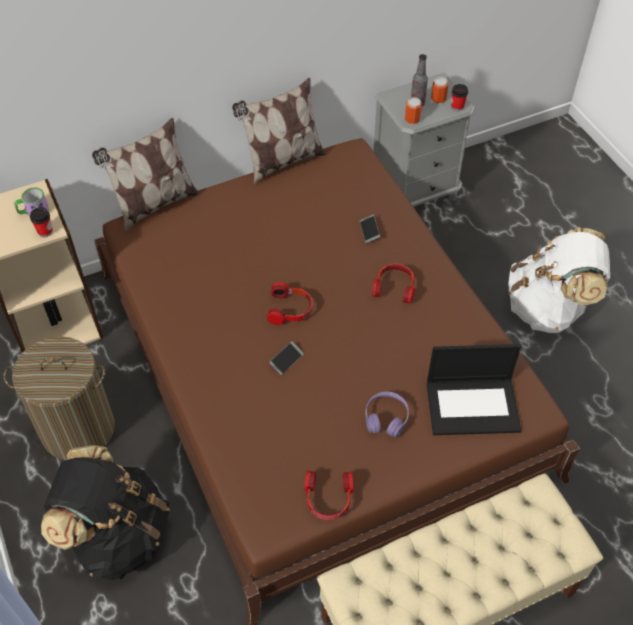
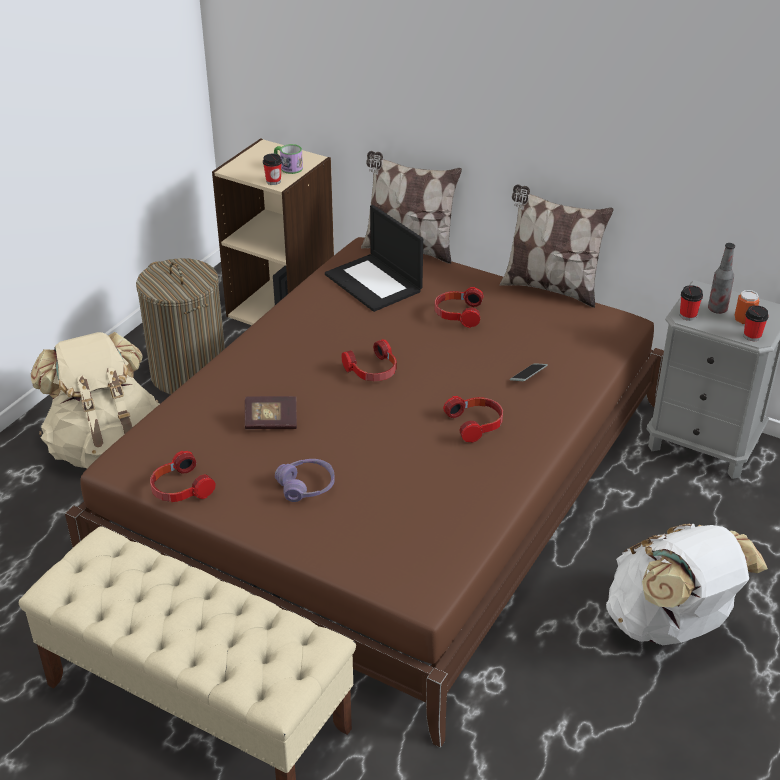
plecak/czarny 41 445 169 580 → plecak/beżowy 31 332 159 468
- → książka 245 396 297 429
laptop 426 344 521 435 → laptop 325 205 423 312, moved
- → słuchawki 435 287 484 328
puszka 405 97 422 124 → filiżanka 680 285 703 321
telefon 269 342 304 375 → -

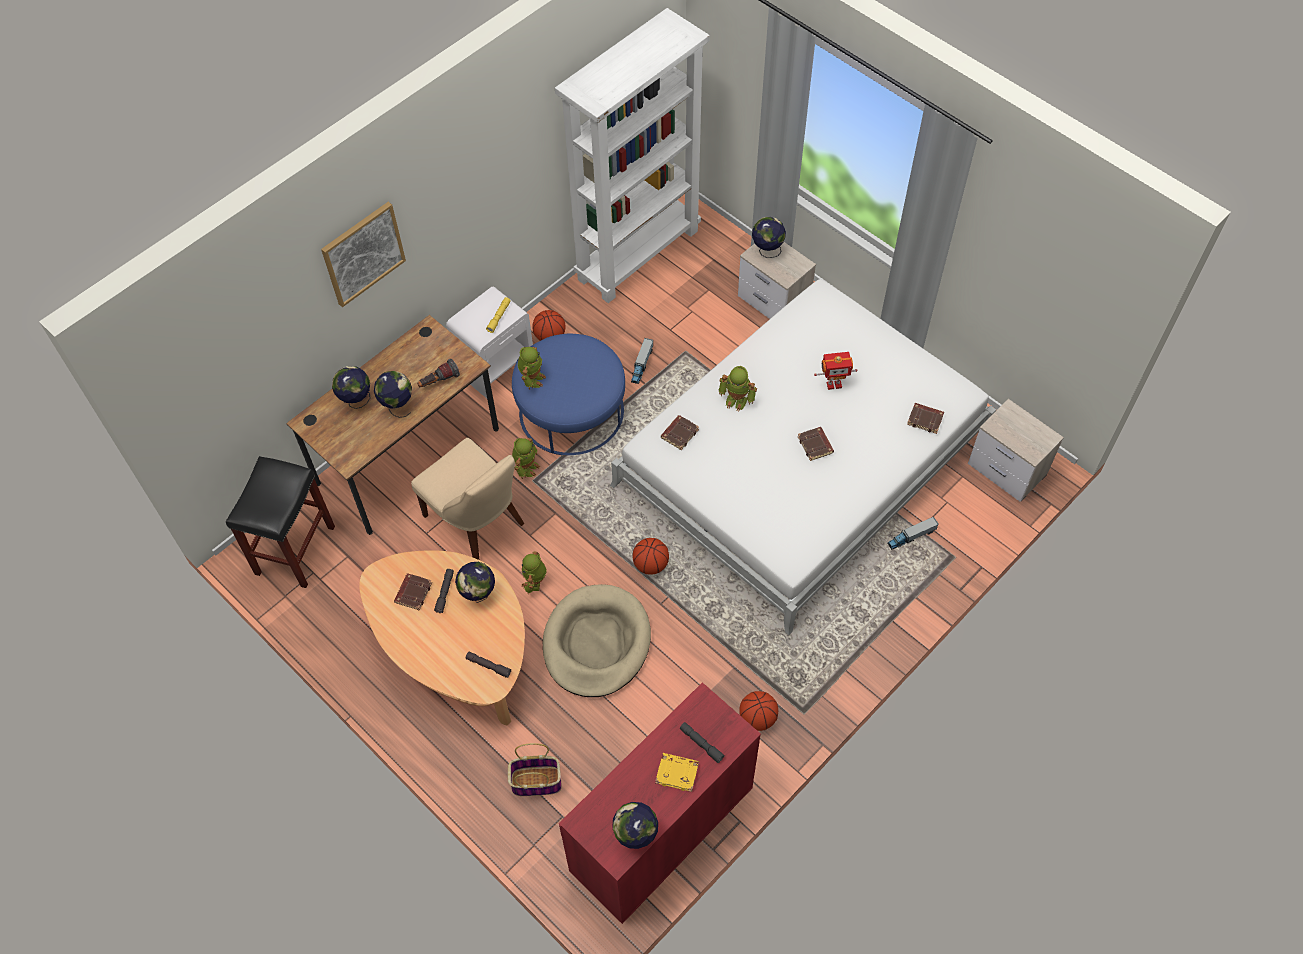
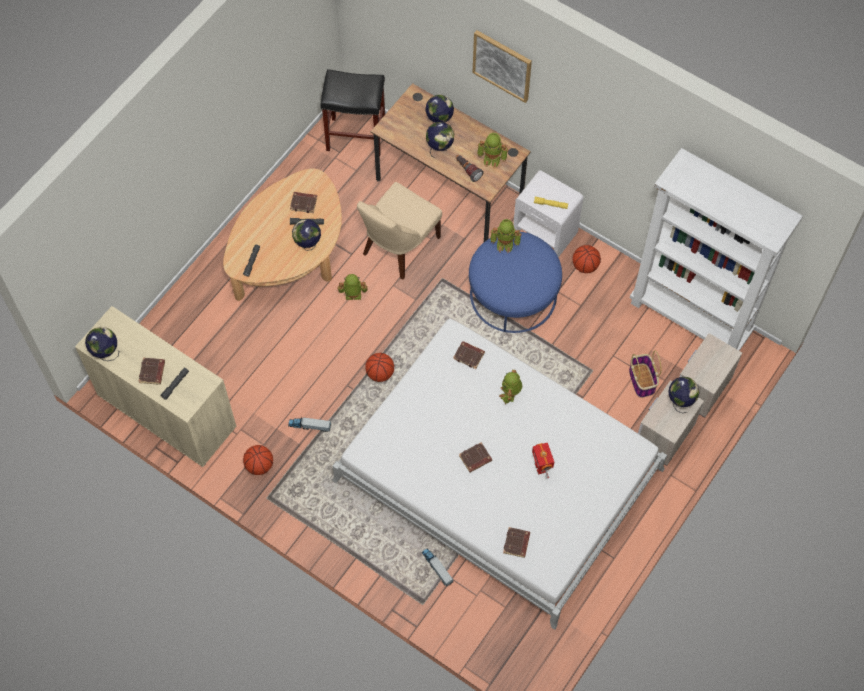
szafka/czerwony 559 682 761 924 → szafka/beżowy 75 306 236 467
książka/żółty 655 753 699 792 → książka/brązowy 139 358 165 385
ciężarówka zabawkowa 631 338 653 384 → ciężarówka zabawkowa 288 417 331 432, moved
robot zabawkowy 512 438 540 479 → robot zabawkowy 477 133 508 168, moved
koszyk 508 743 562 796 → koszyk 629 350 662 398, moved
szafka nocna 968 399 1064 502 → szafka nocna 680 333 742 418, moved
legowisko/beżowy 543 584 651 697 → -

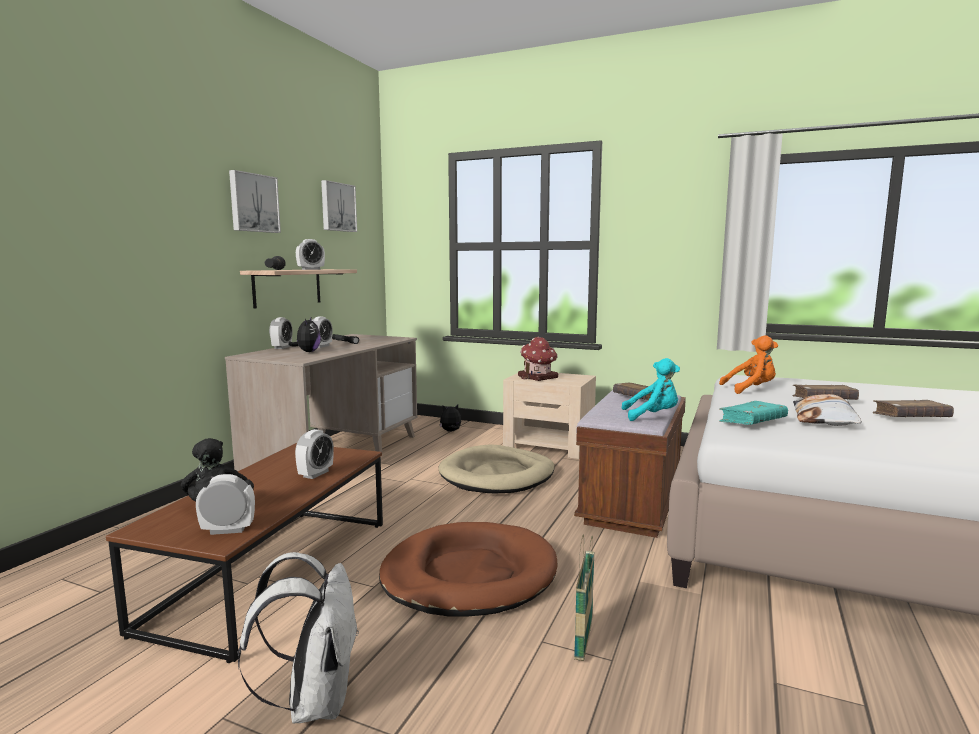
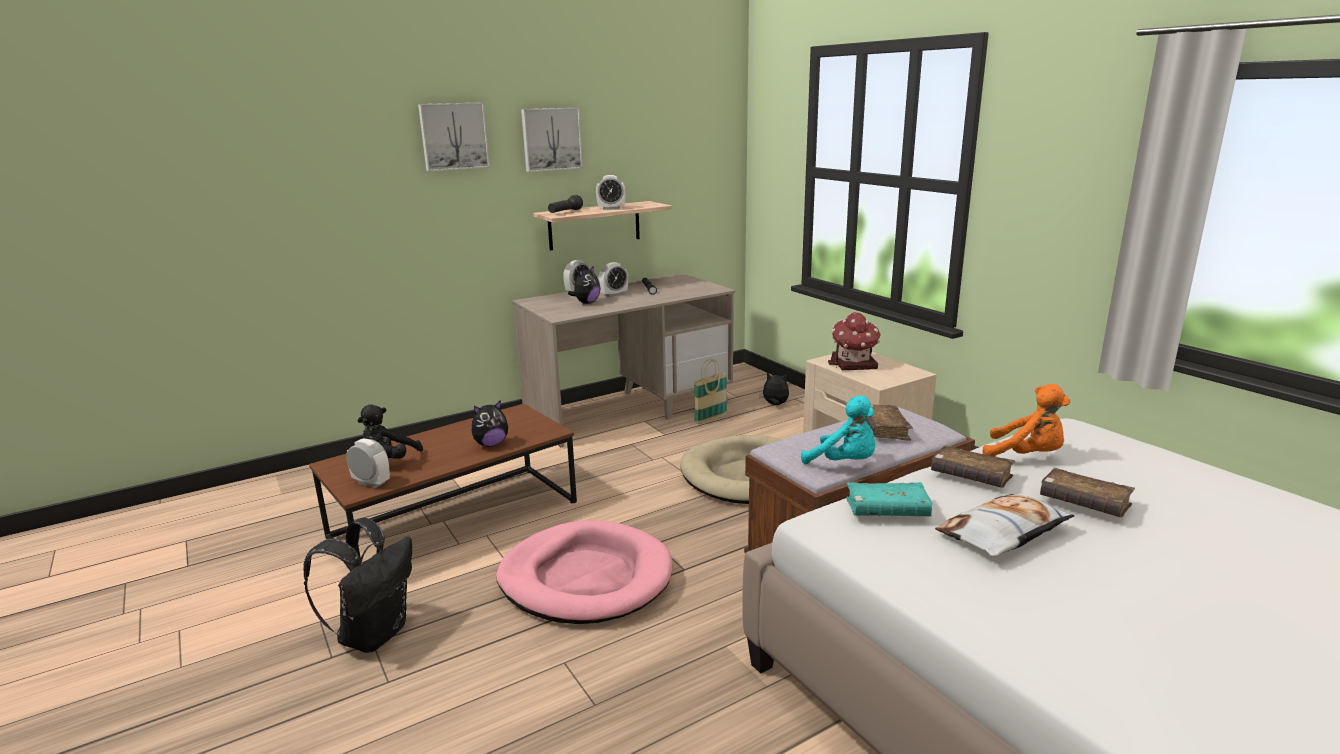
plecak/biały 238 552 359 723 → plecak/czarny 303 518 412 653
obraz 321 180 357 232 → obraz 418 102 490 172, moved
budzik 295 429 334 479 → pluszak 472 400 508 447
legowisko/brązowy 379 522 557 617 → legowisko/różowy 496 520 672 624
koszyk 574 534 595 661 → koszyk 693 359 727 424, moved
książka/brązowy 873 400 954 417 → książka/brązowy 931 445 1015 488, moved

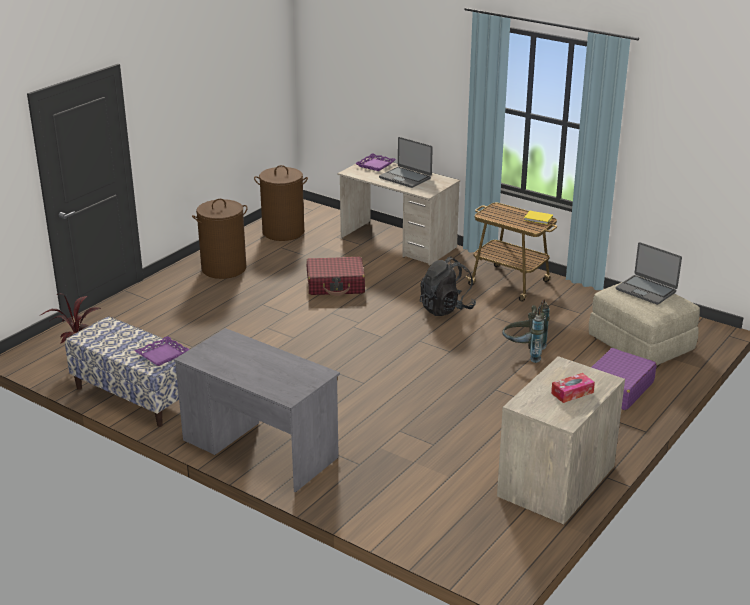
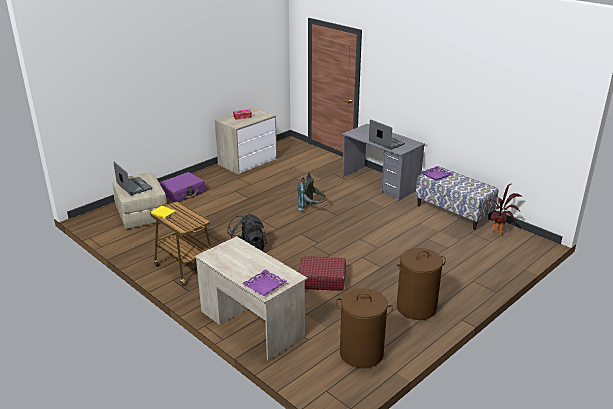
plecak/szary 502 300 550 363 → plecak/szary 298 173 326 211, moved
laptop 379 137 433 188 → laptop 369 119 405 150, moved

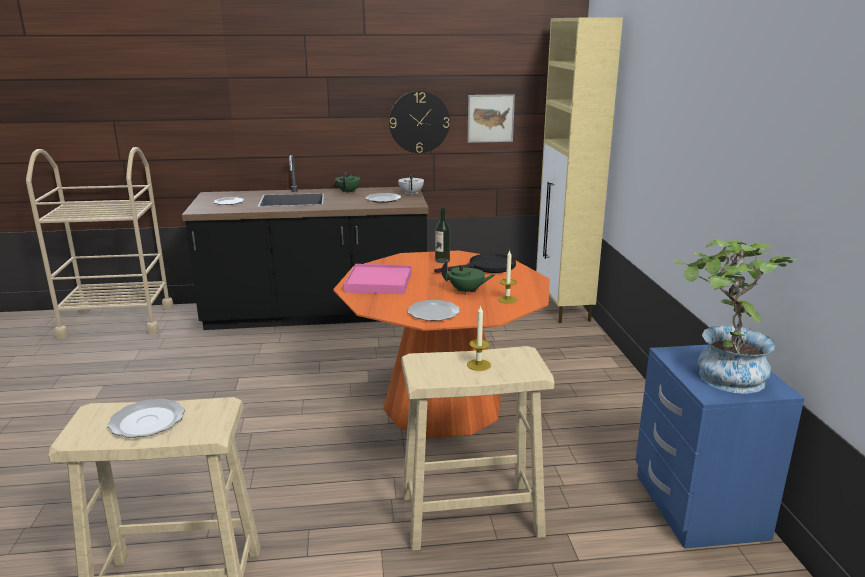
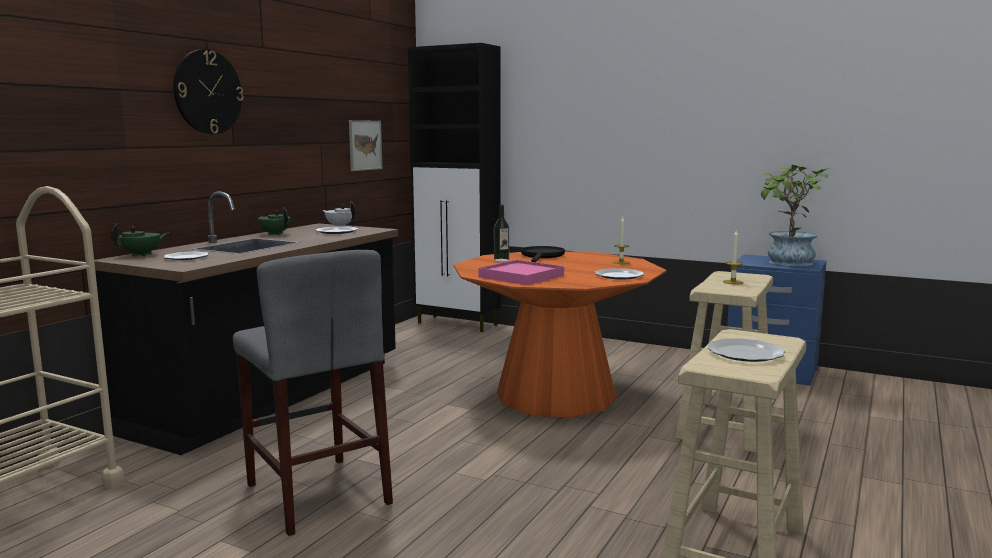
imbryk/zielony 442 260 495 295 → imbryk/zielony 111 224 169 256, moved
zegar ścienny 389 91 450 153 → zegar ścienny 173 49 244 134, moved
- → stołek/szary 233 250 393 536
szafka/beżowy 536 18 623 323 → szafka/czarny 408 43 501 332

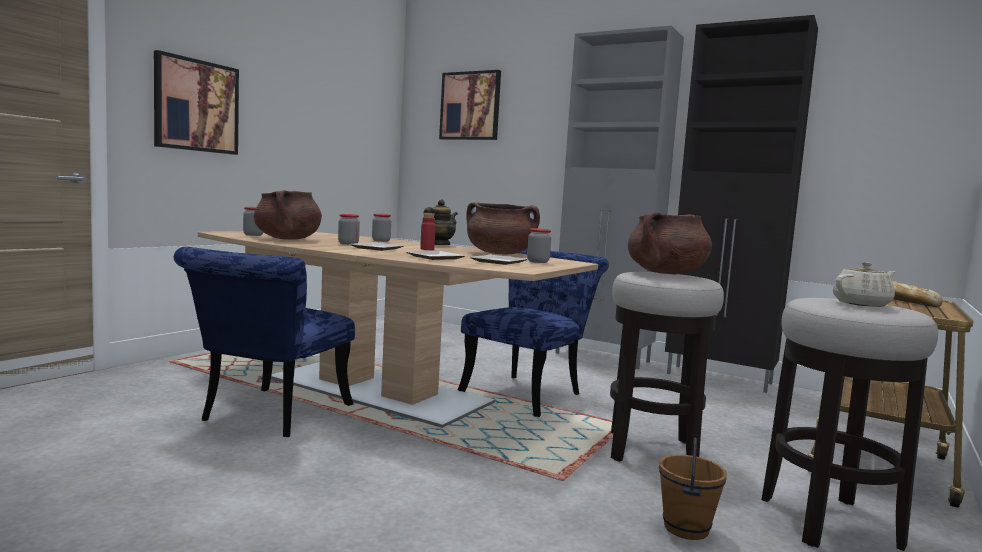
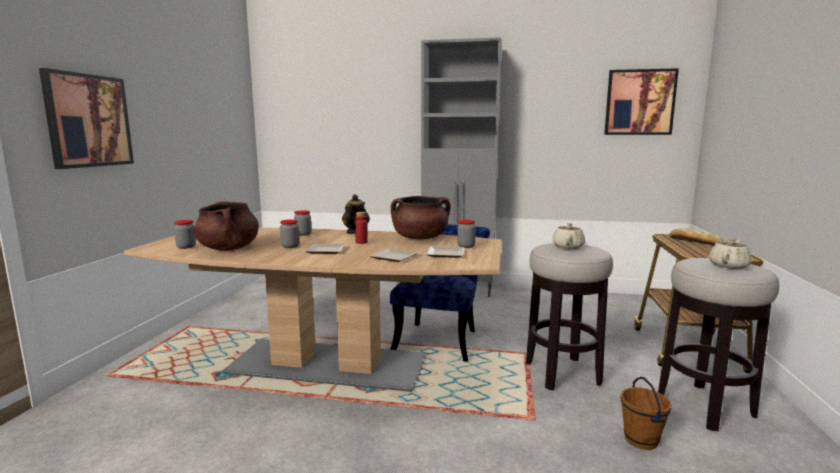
garnek/brązowy 628 212 712 274 → imbryk/beżowy 552 223 585 249
obraz 439 70 501 140 → obraz 604 68 679 135, moved
krzesło/niebieski 174 247 355 437 → -
szafka/czarny 665 15 818 393 → -

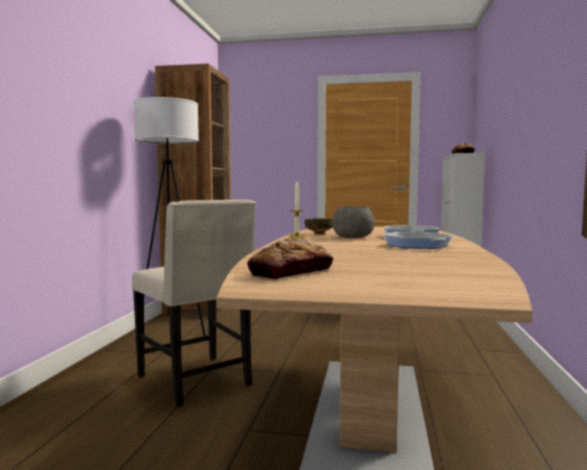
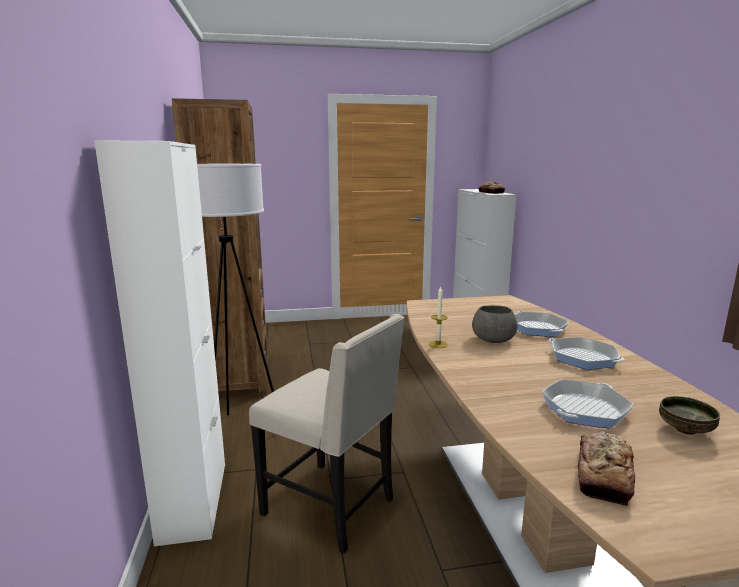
- → szafka/biały 94 140 225 546
- → patelnia 542 379 634 428
miska 305 218 333 234 → miska 659 396 720 435, moved

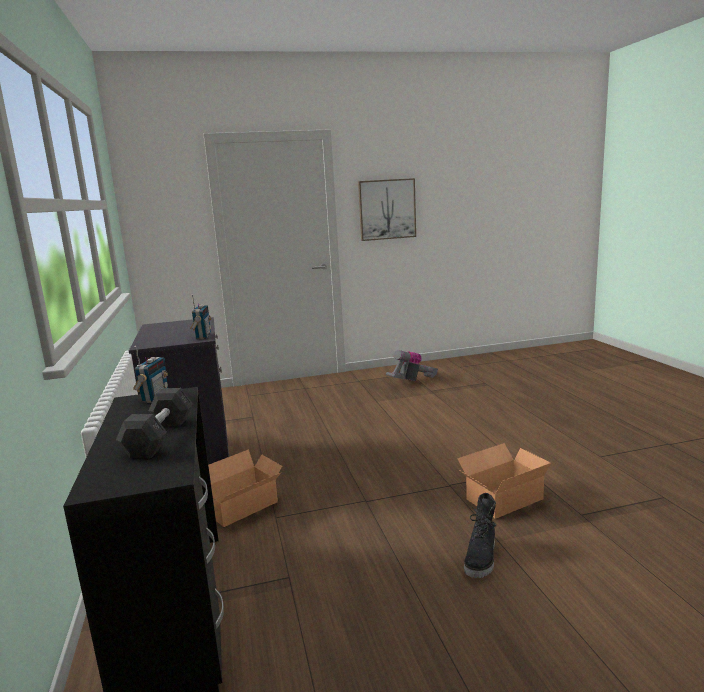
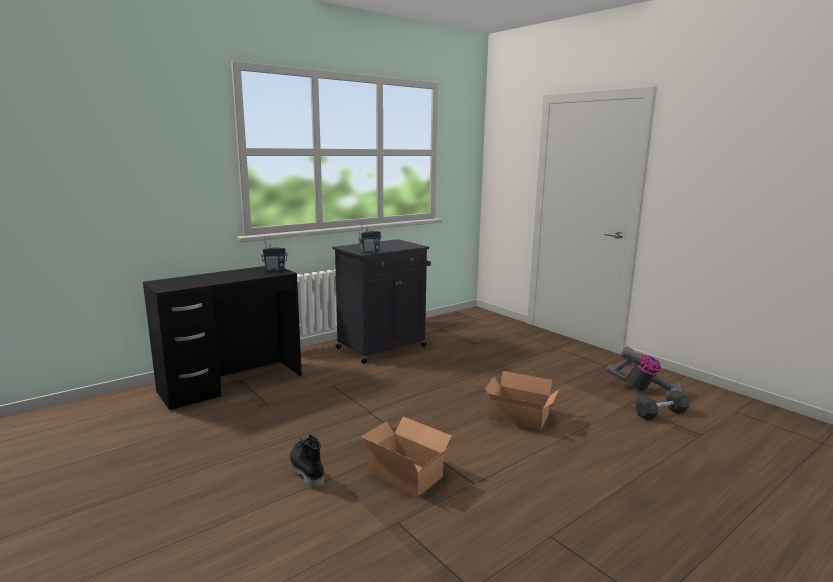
but z cholewką/czarny 464 493 496 578 → but z cholewką/czarny 290 434 324 489, 60 degrees clockwise
karton 208 449 282 527 → karton 485 371 559 430, moved
hantel/szary 116 388 193 458 → hantel/szary 635 390 690 420, moved
obraz 358 178 416 241 → -

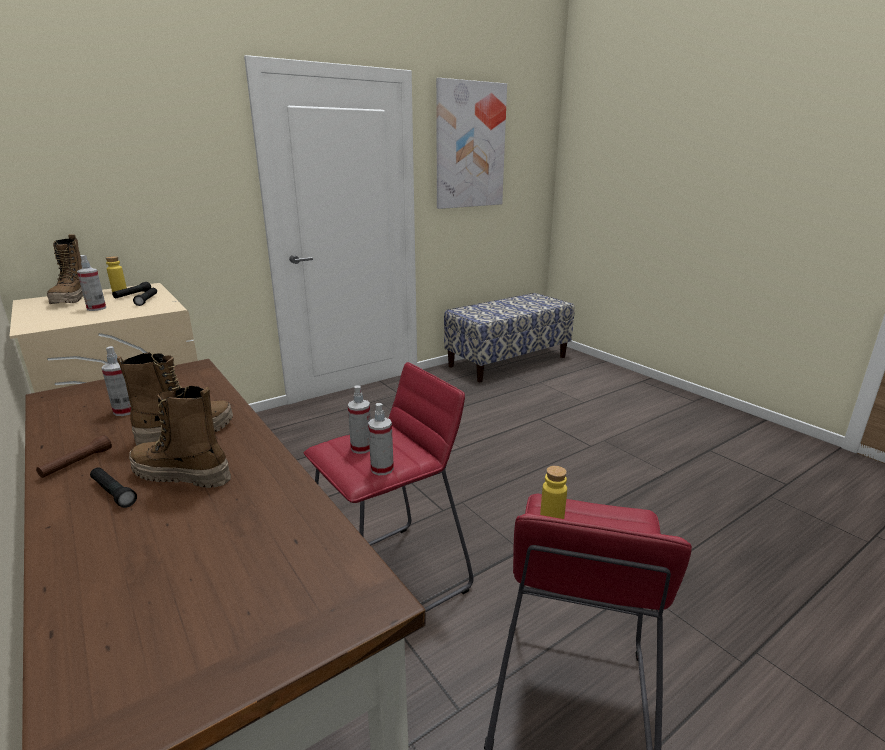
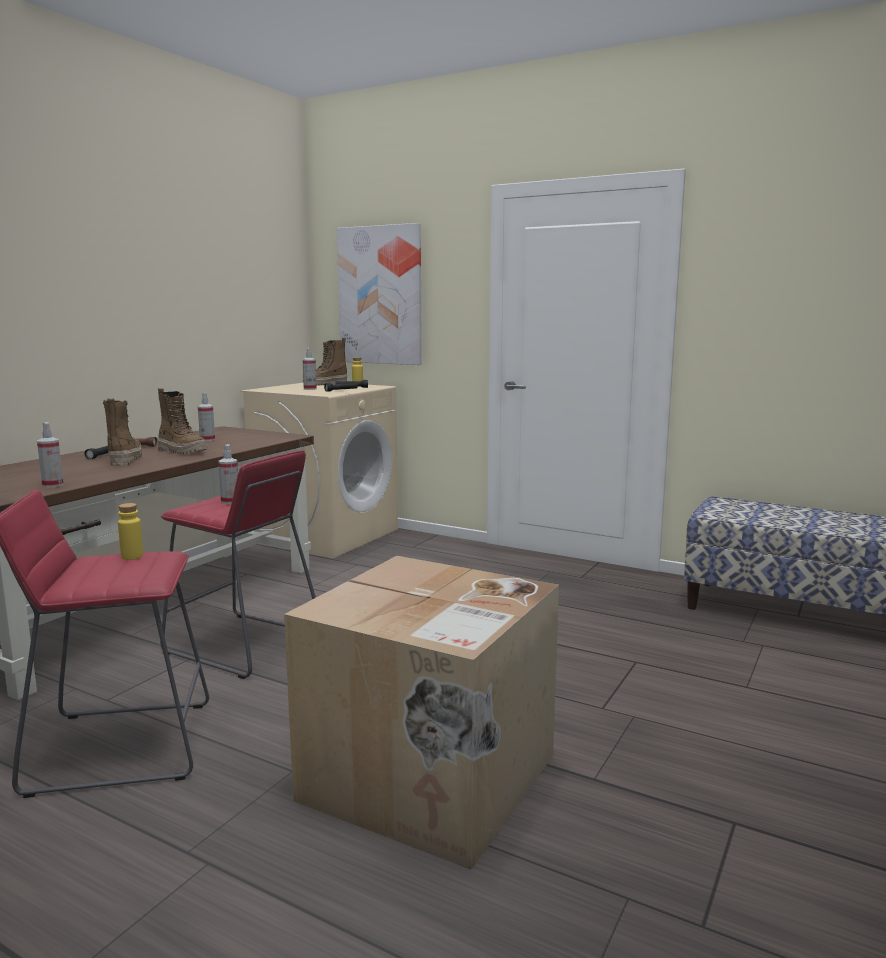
spryskiwacz 368 403 394 475 → spryskiwacz 37 422 63 488, moved
- → karton 284 556 559 870
obraz 436 78 507 209 → obraz 337 223 422 365, moved

